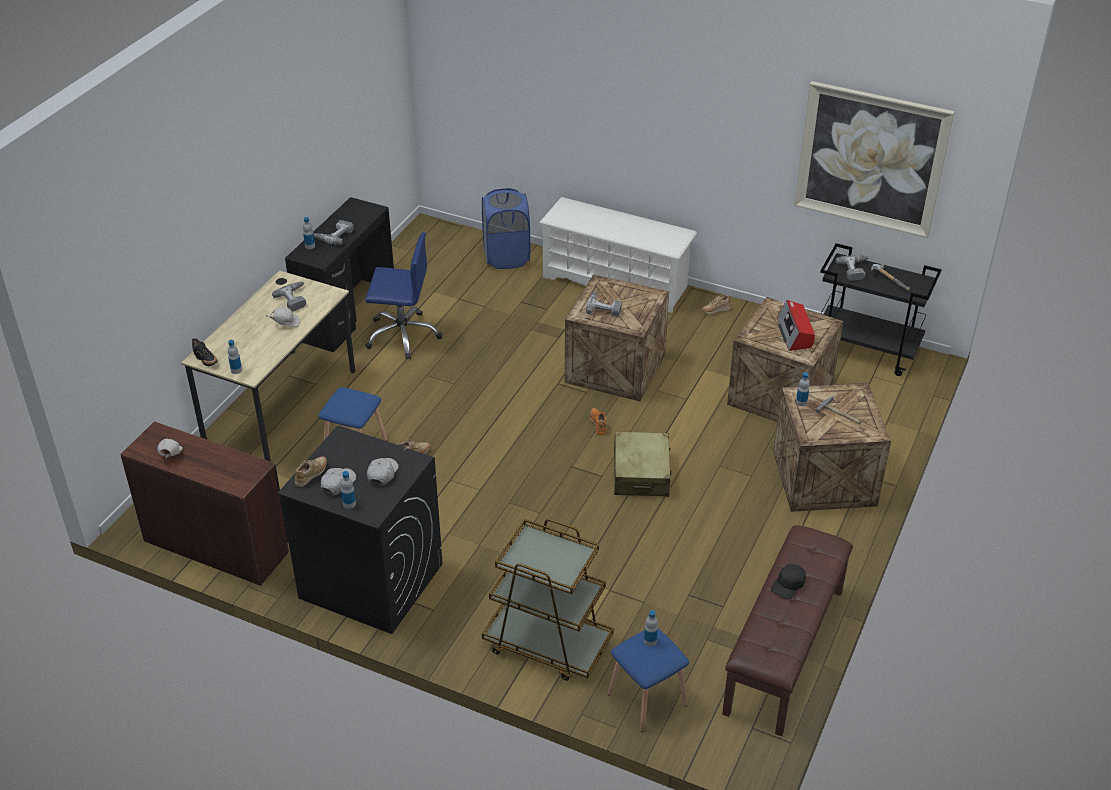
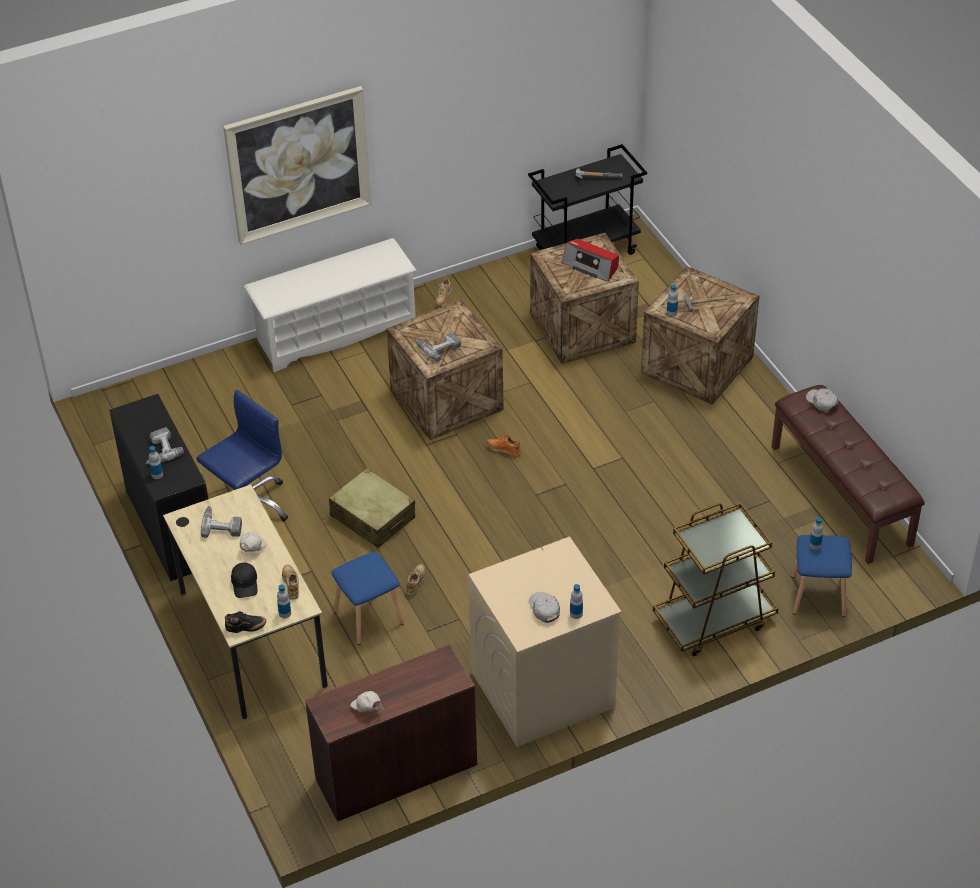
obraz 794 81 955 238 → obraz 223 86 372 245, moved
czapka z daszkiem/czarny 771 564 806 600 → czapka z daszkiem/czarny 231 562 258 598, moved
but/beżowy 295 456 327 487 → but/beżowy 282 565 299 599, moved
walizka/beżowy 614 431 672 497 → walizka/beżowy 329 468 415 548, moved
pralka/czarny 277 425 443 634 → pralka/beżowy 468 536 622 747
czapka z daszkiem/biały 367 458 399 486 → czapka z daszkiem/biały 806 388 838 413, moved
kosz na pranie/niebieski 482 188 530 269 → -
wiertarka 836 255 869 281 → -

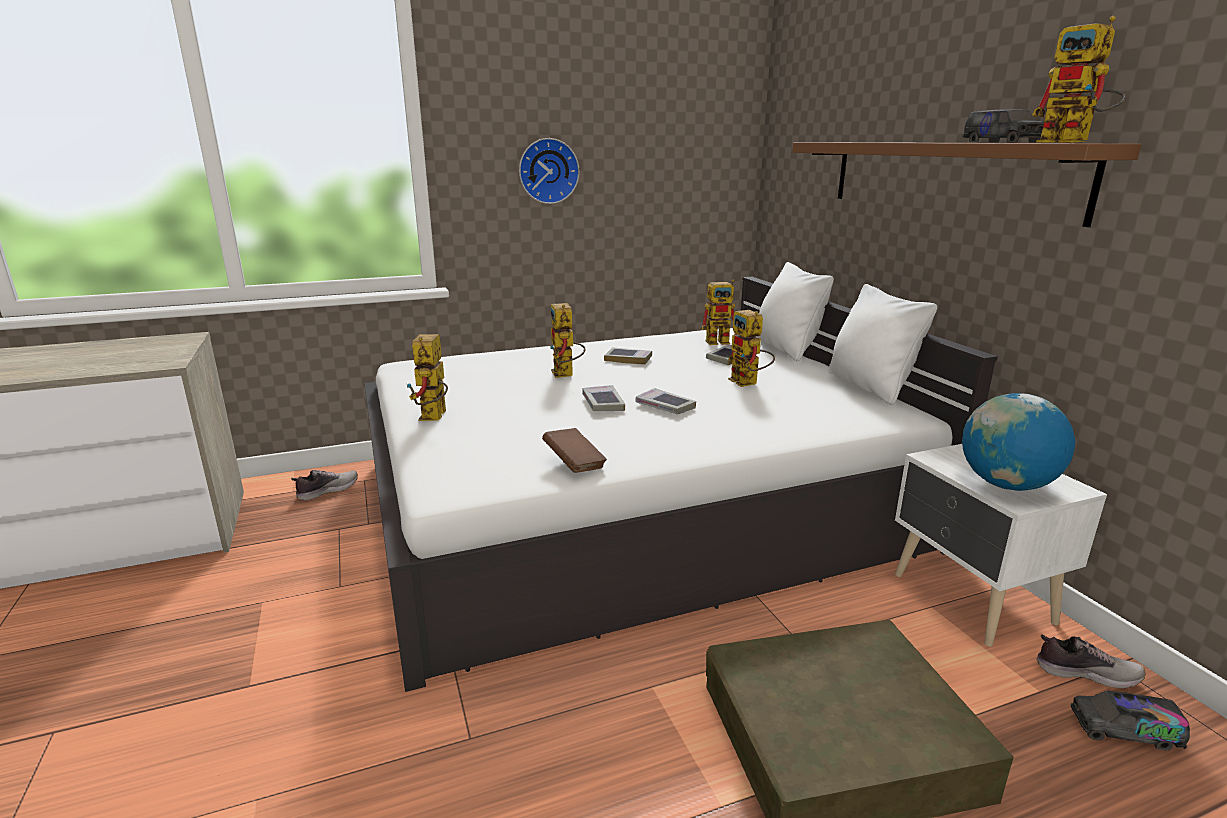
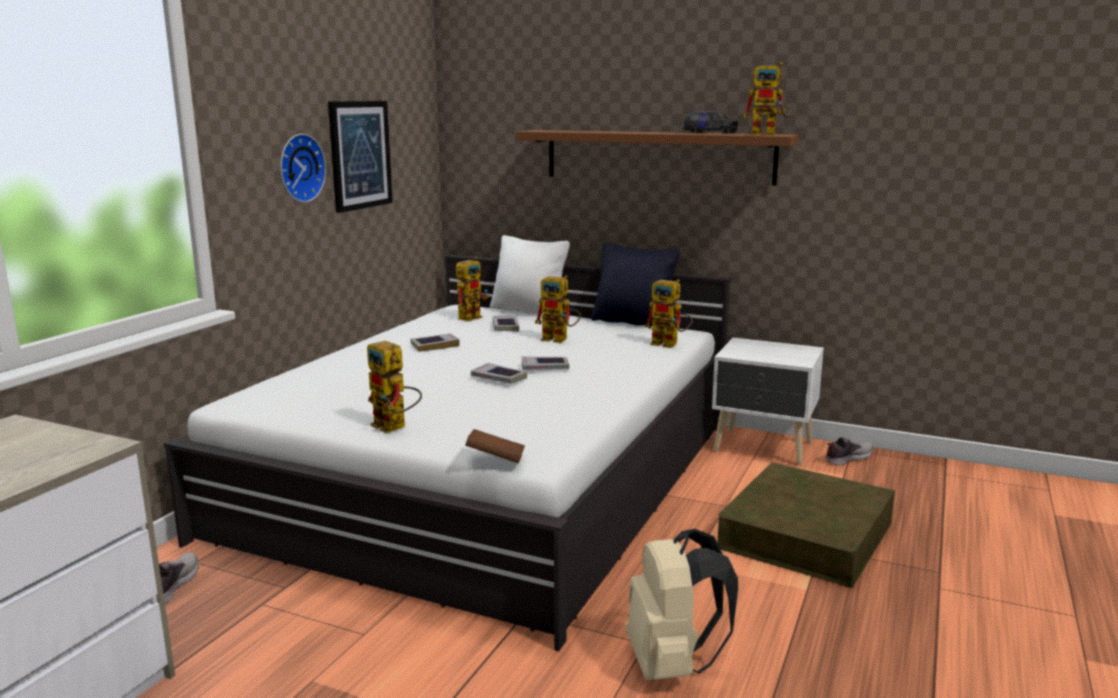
- → obraz 328 101 393 213
książka/brązowy 542 428 607 473 → książka/brązowy 465 429 525 463, moved
poduszka/biały 827 284 937 405 → poduszka/czarny 591 243 680 326
- → plecak/beżowy 626 529 738 680
robot zabawkowy 550 303 585 378 → robot zabawkowy 645 279 693 348, moved
globus 962 393 1075 491 → -
ciężarówka zabawkowa 1071 691 1190 751 → -

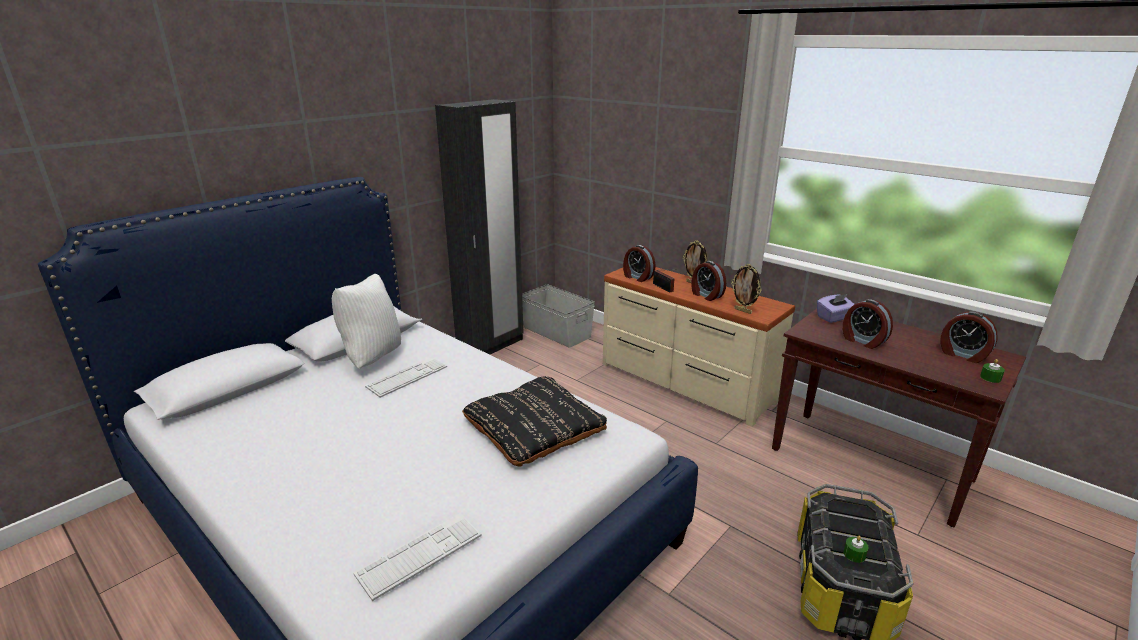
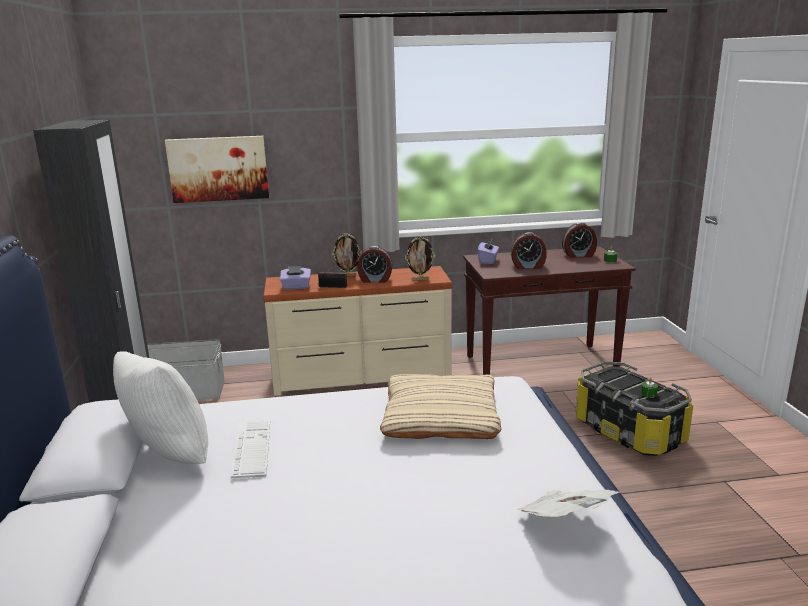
- → obraz 165 136 269 203
budzik 623 245 655 282 → pudełko chusteczek/fioletowy 280 266 311 290
poduszka/czarny 462 376 607 466 → poduszka/beżowy 380 374 501 439
klawiatura 353 513 482 601 → gazeta 517 490 619 517

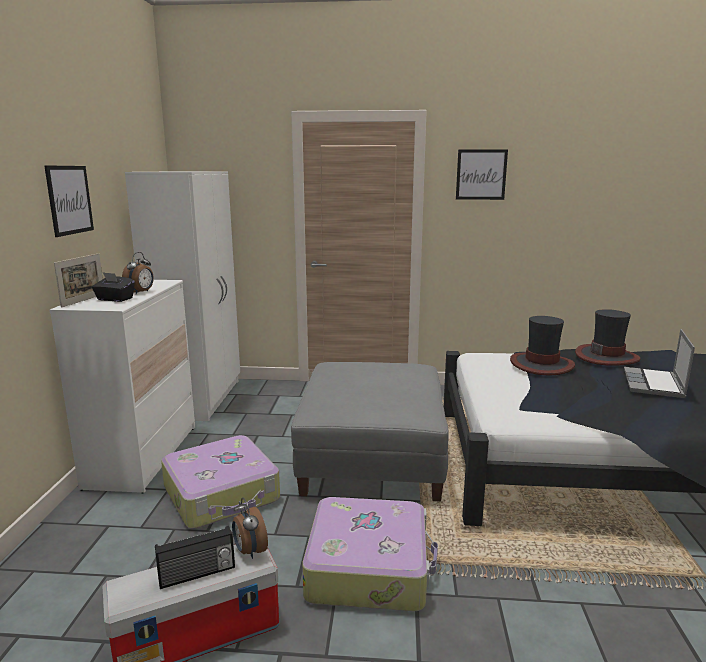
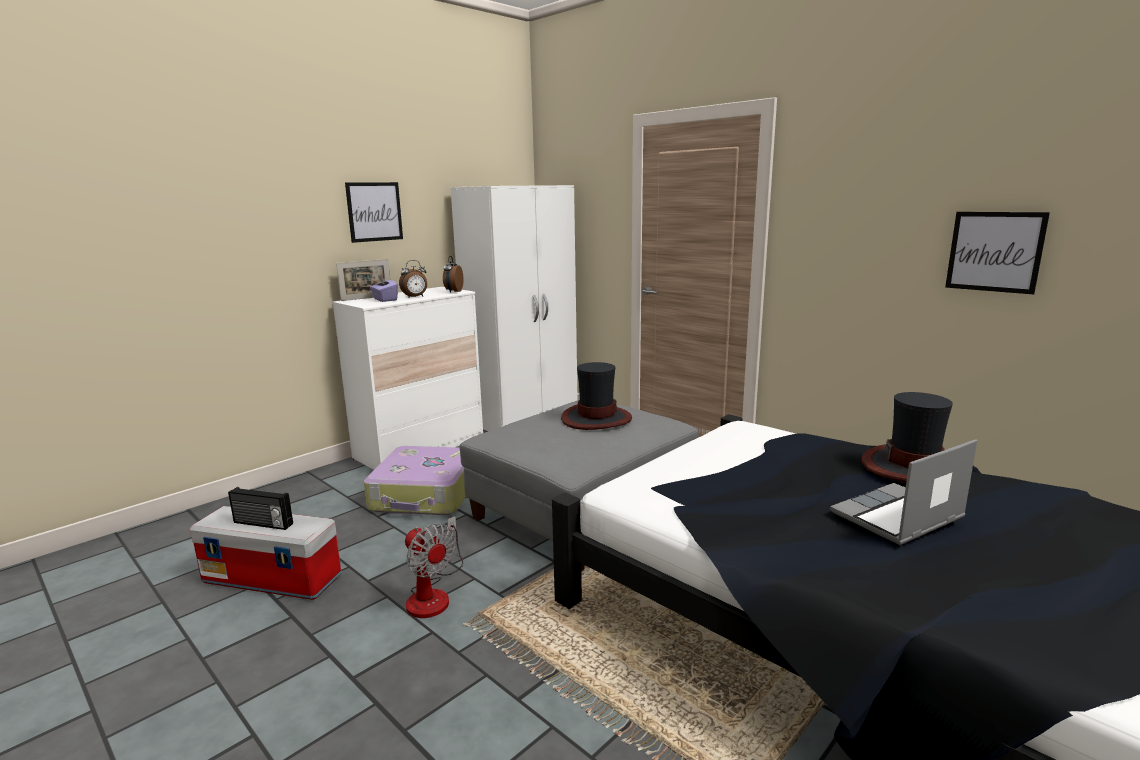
pudełko chusteczek/czarny 92 272 135 302 → pudełko chusteczek/fioletowy 370 276 398 302
walizka 302 497 438 611 → wentylator 405 516 463 618
budzik 232 498 268 559 → budzik 443 256 463 293, moved
kapelusz 510 316 575 375 → kapelusz 561 362 632 430, moved
obraz 456 149 508 200 → obraz 945 212 1050 295, moved

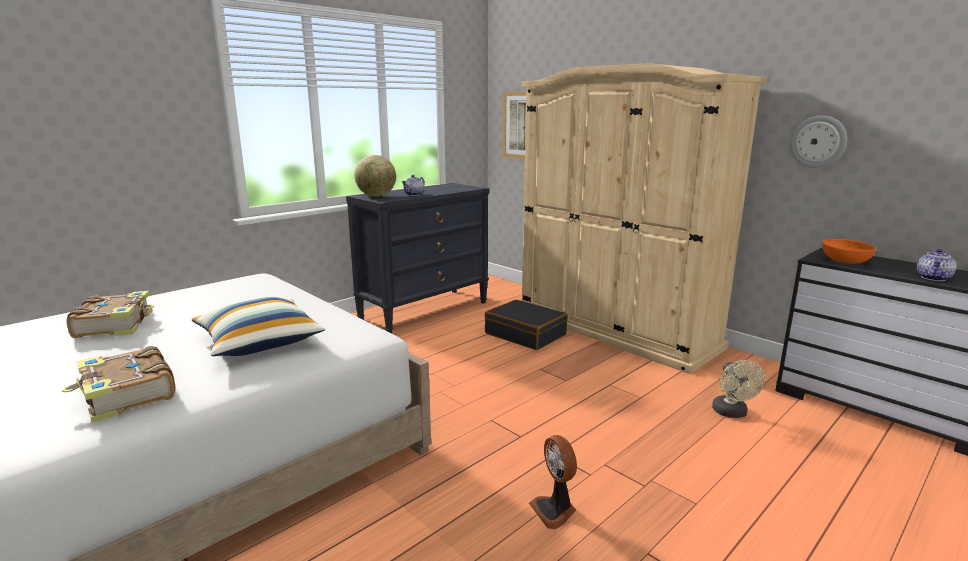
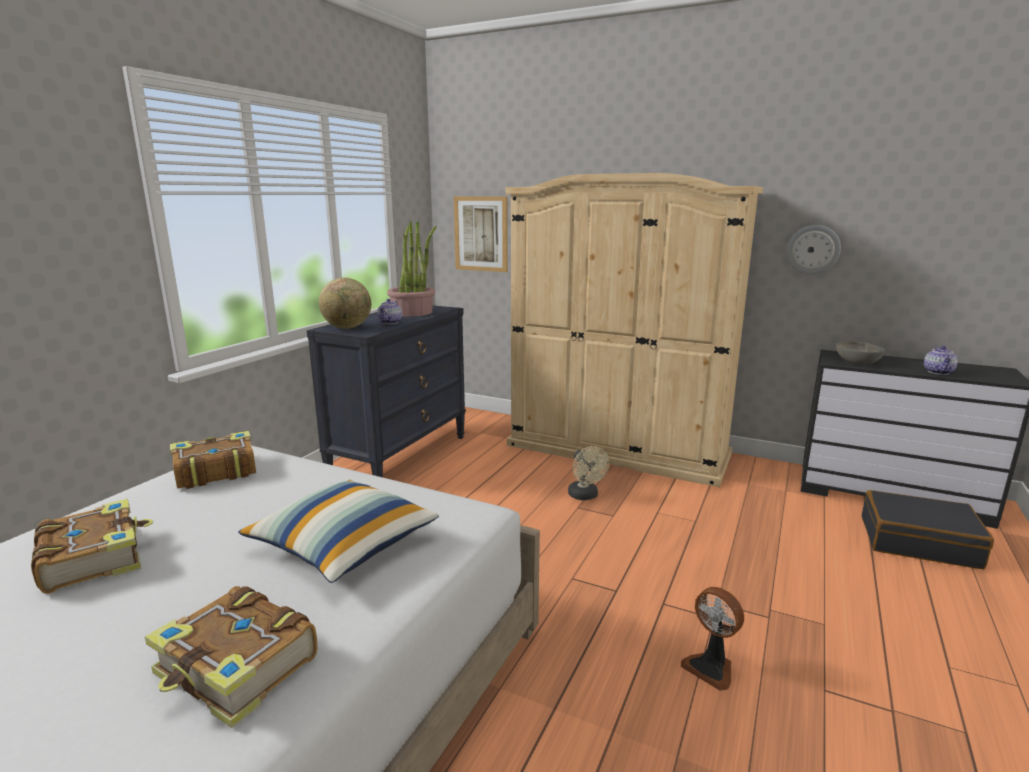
- → książka 170 431 256 489
- → roślina doniczkowa 387 221 437 317
wentylator/beżowy 712 360 765 418 → wentylator/beżowy 568 446 609 500, moved
miska/pomarańczowy 822 239 876 264 → miska/szary 836 341 885 365
walizka/czarny 485 299 568 350 → walizka/czarny 862 490 994 569, moved

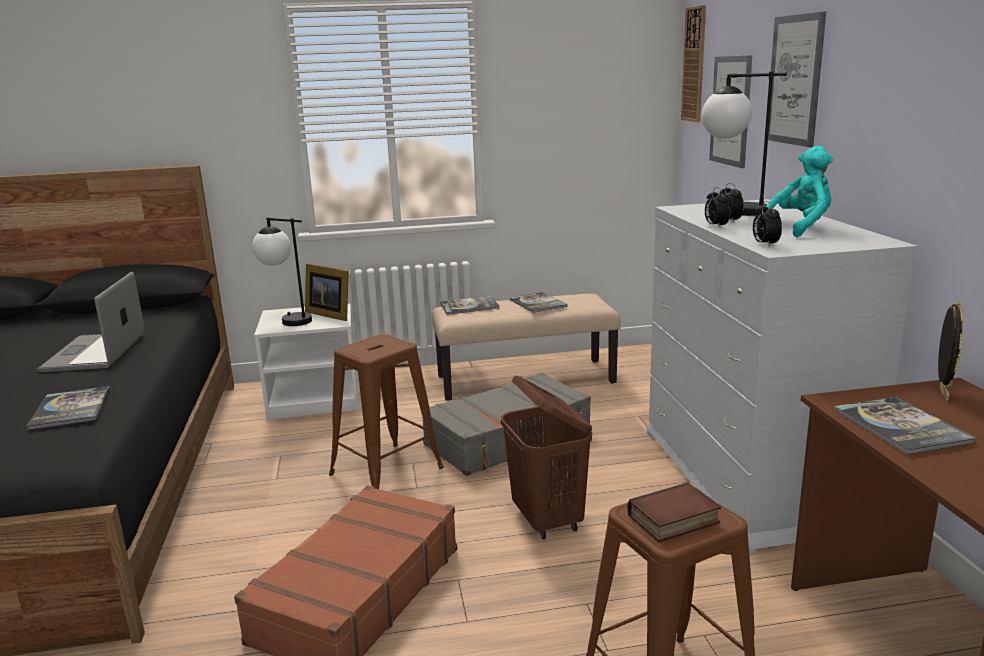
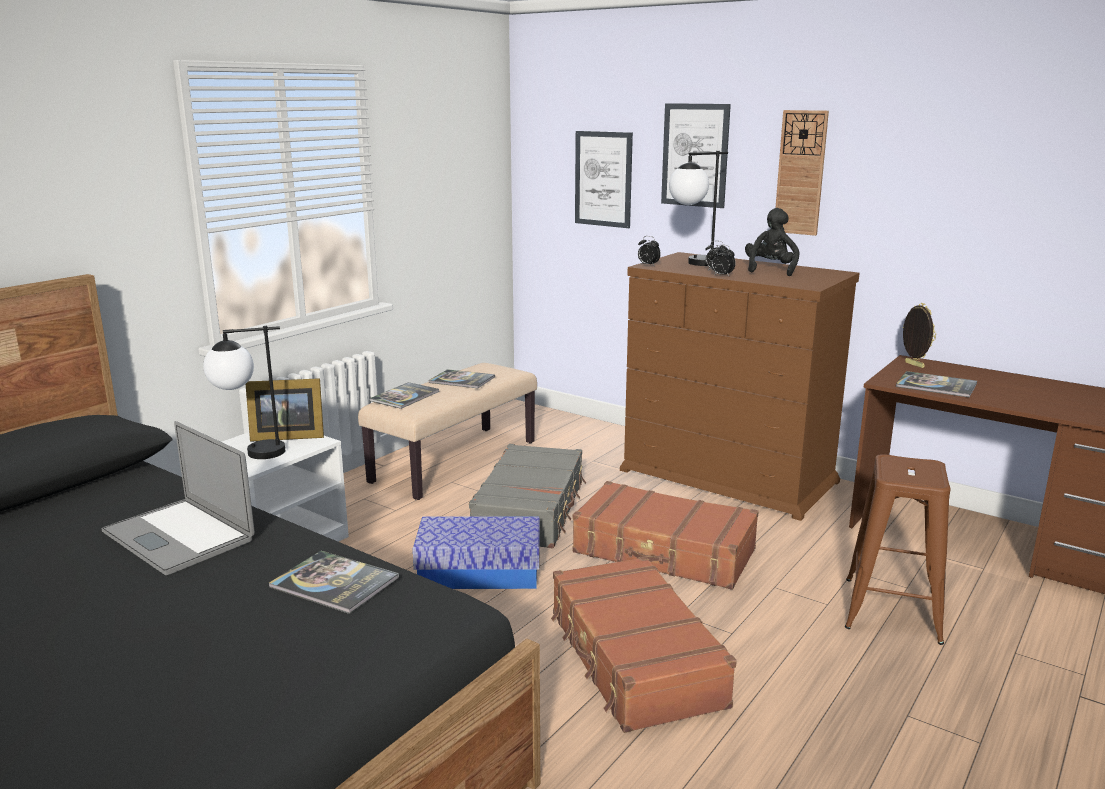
stołek/brązowy 329 334 444 489 → pojemnik do przechowywania 413 516 540 589
kosz na pranie/brązowy 501 375 592 539 → walizka/brązowy 572 481 759 590
komoda/biały 647 199 918 555 → komoda/brązowy 620 252 860 521
budzik 753 201 782 247 → budzik 638 236 661 265, moved
pluszak/turkusowy 764 146 833 237 → pluszak/czarny 745 208 800 276
zegar ścienny 681 5 706 122 → zegar ścienny 775 110 829 236, moved
książka 628 483 721 542 → -

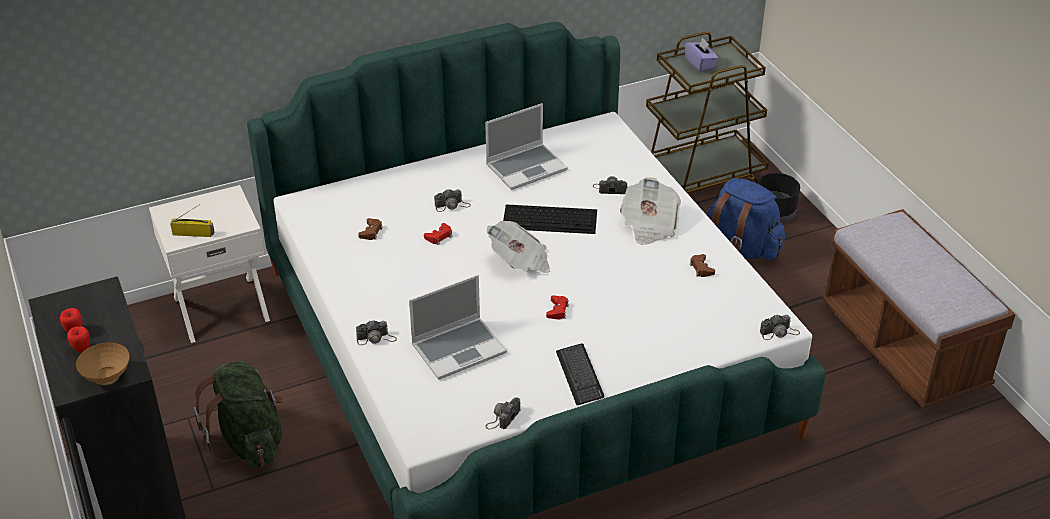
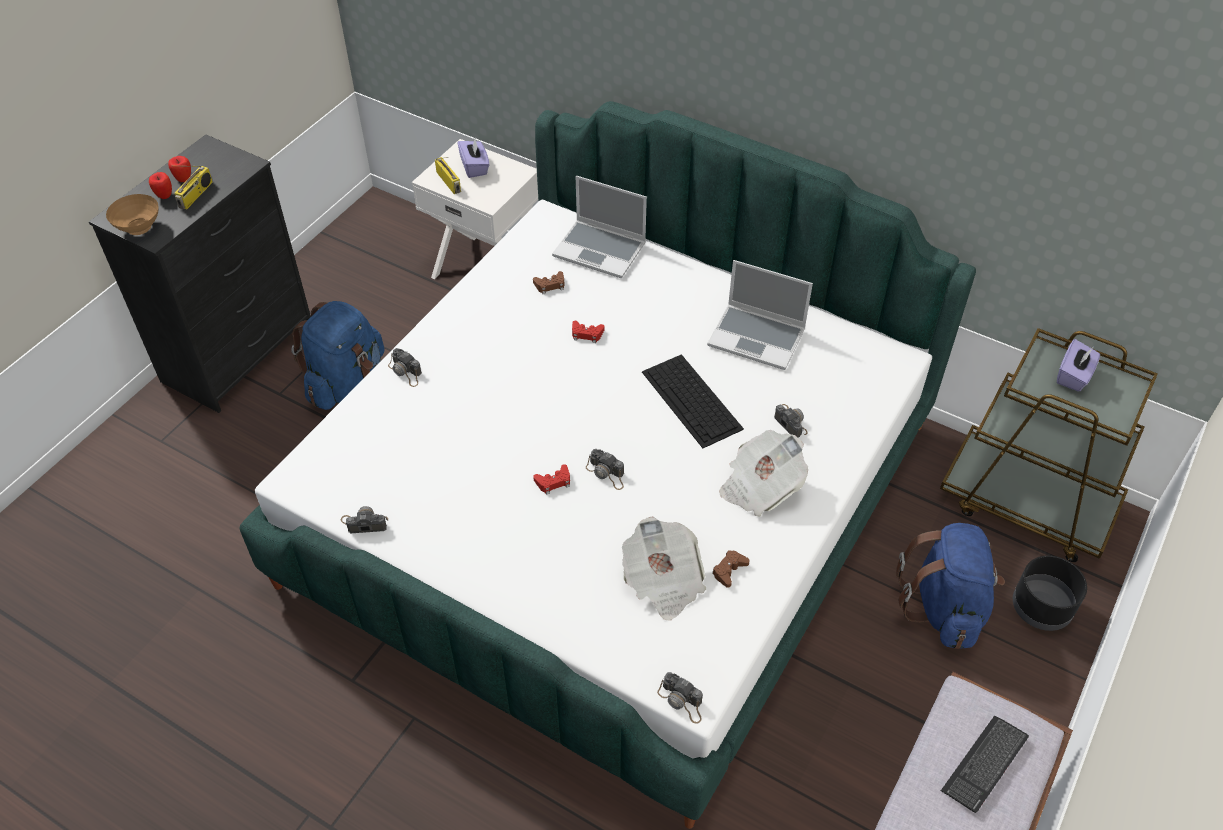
- → radio 174 165 213 209
plecak/zielony 193 361 283 468 → plecak/niebieski 291 301 384 410
- → pudełko chusteczek/fioletowy 458 139 489 178
laptop 409 275 507 380 → laptop 552 176 647 278, moved
aparat fotograficzny 434 189 471 212 → aparat fotograficzny 586 449 624 490, moved
gazeta 487 221 550 273 → gazeta 622 517 706 621, moved
klawiatura 556 343 604 405 → klawiatura 941 715 1029 813, moved

